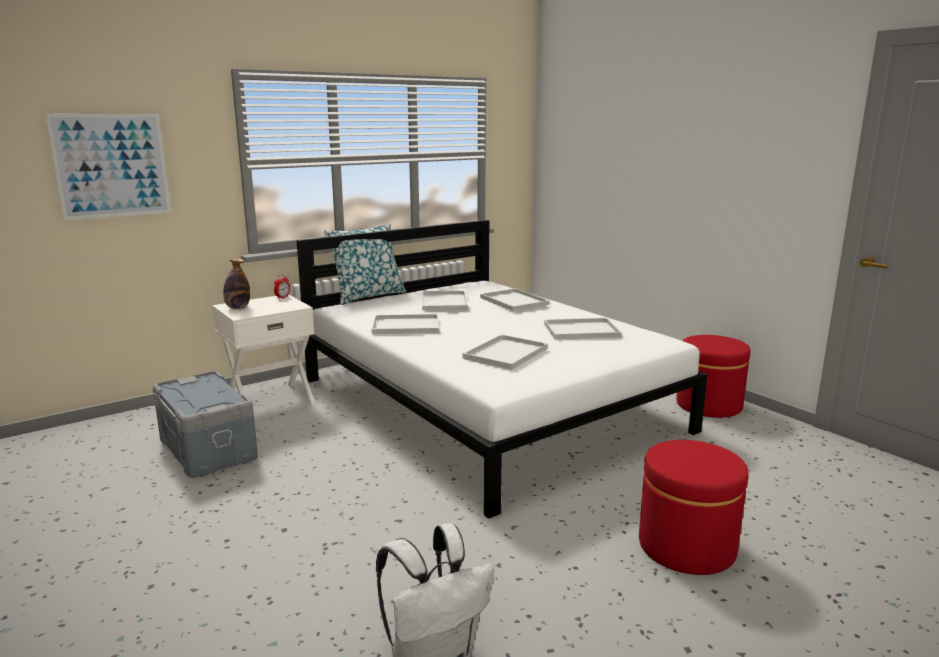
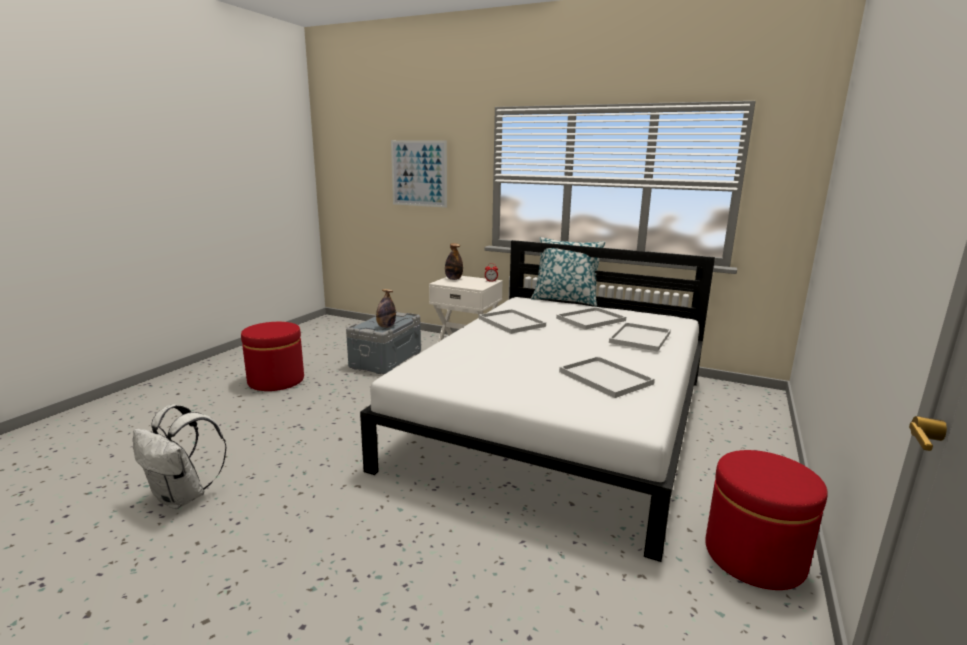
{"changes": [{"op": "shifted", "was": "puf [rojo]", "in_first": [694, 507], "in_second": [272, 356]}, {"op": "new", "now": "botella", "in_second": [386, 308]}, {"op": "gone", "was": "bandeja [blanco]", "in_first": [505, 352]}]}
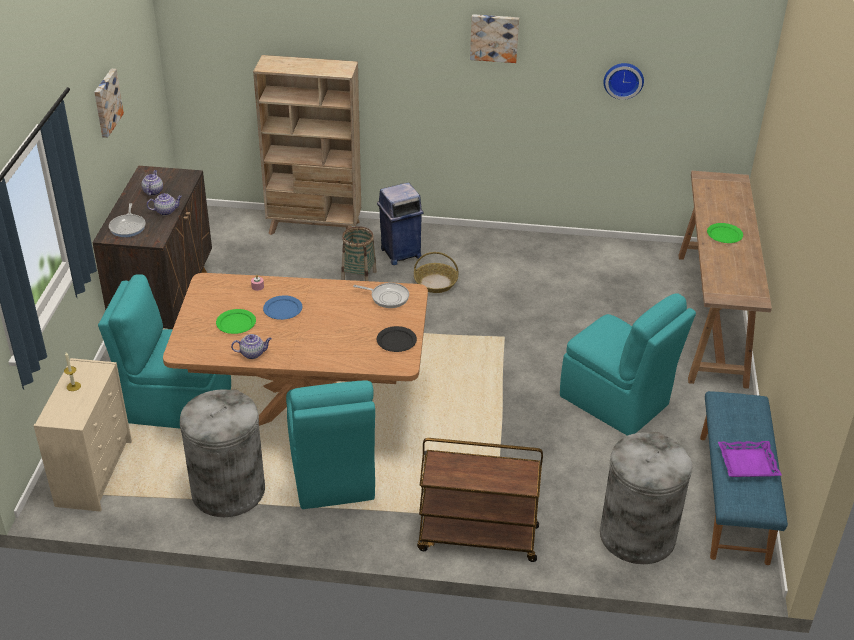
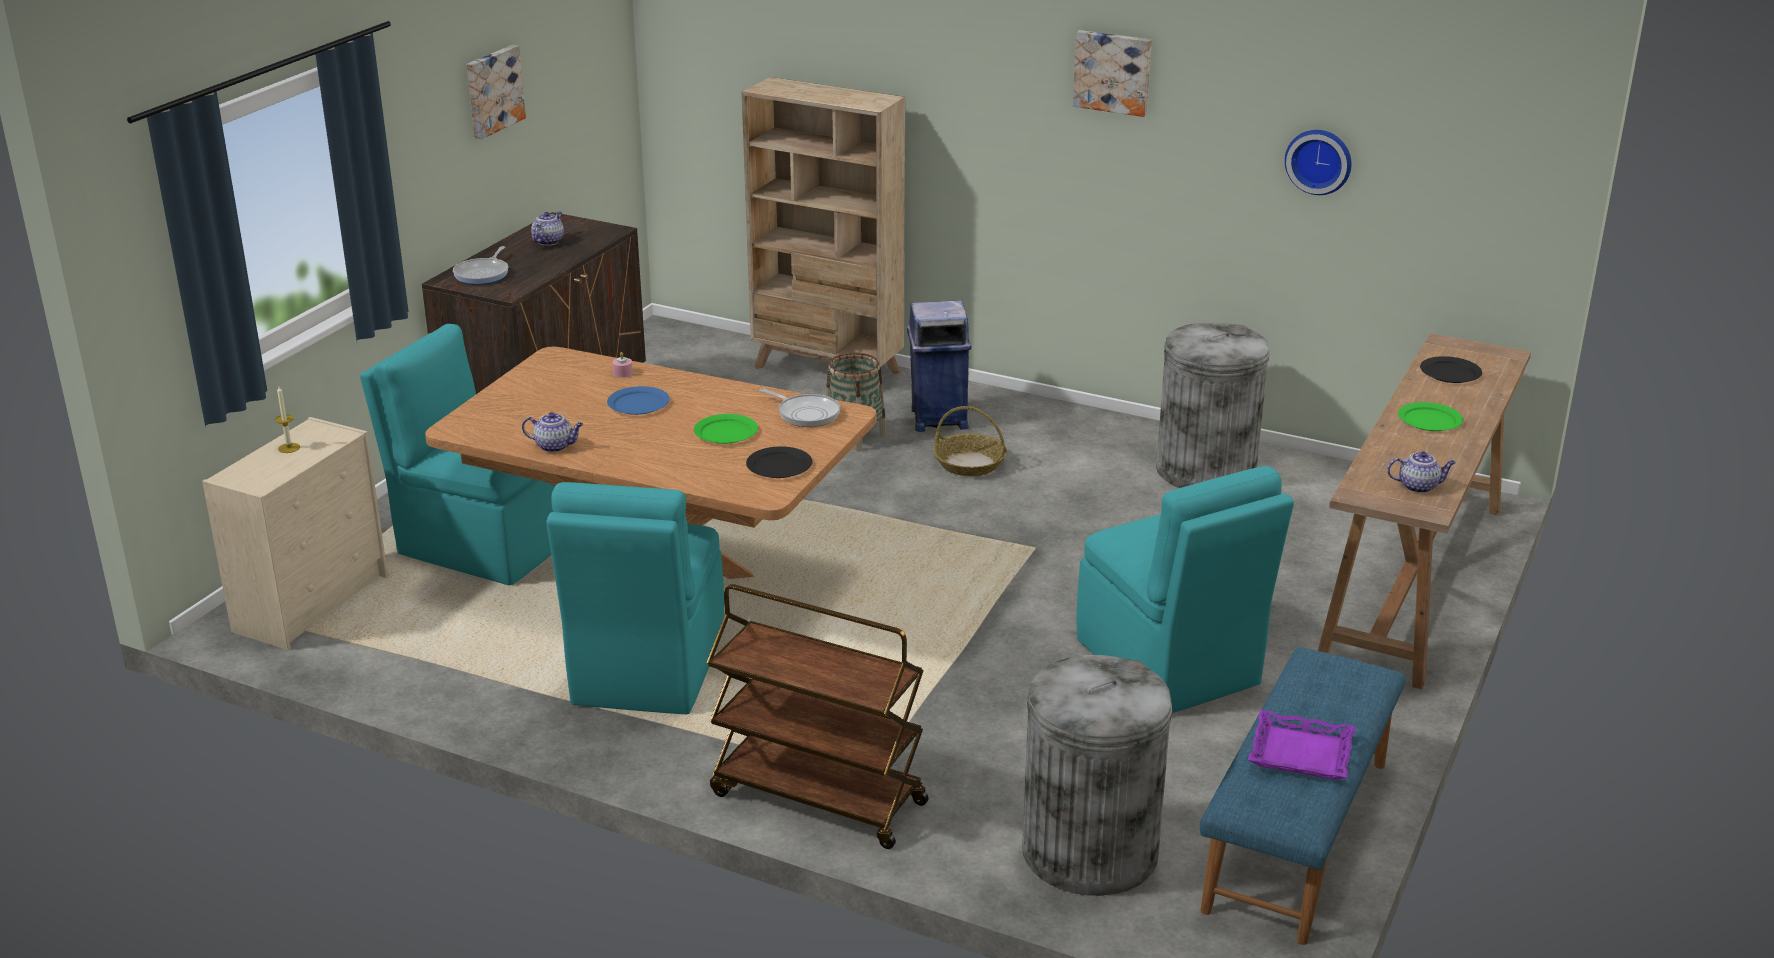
{"changes": [{"op": "shifted", "was": "plato [verde]", "in_first": [236, 321], "in_second": [726, 429]}, {"op": "shifted", "was": "papelera [gris]", "in_first": [222, 453], "in_second": [1213, 405]}, {"op": "shifted", "was": "tetera", "in_first": [164, 204], "in_second": [1421, 472]}, {"op": "new", "now": "plato [negro]", "in_second": [1451, 369]}]}
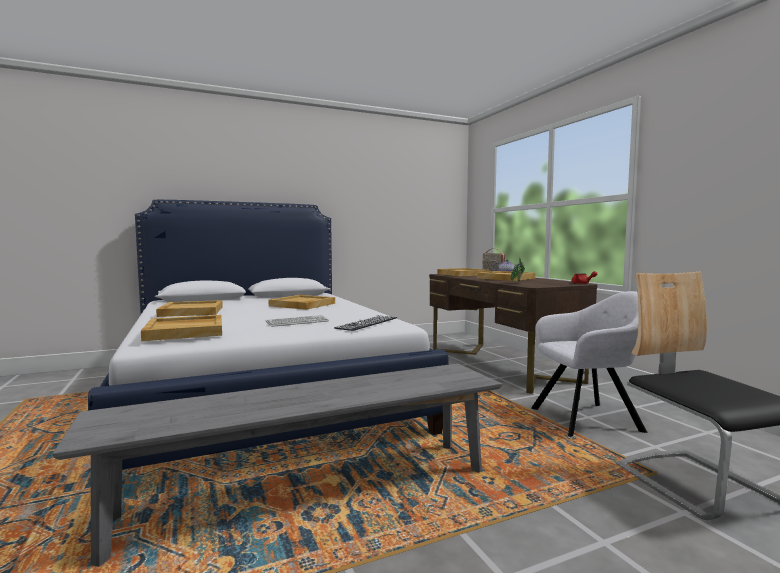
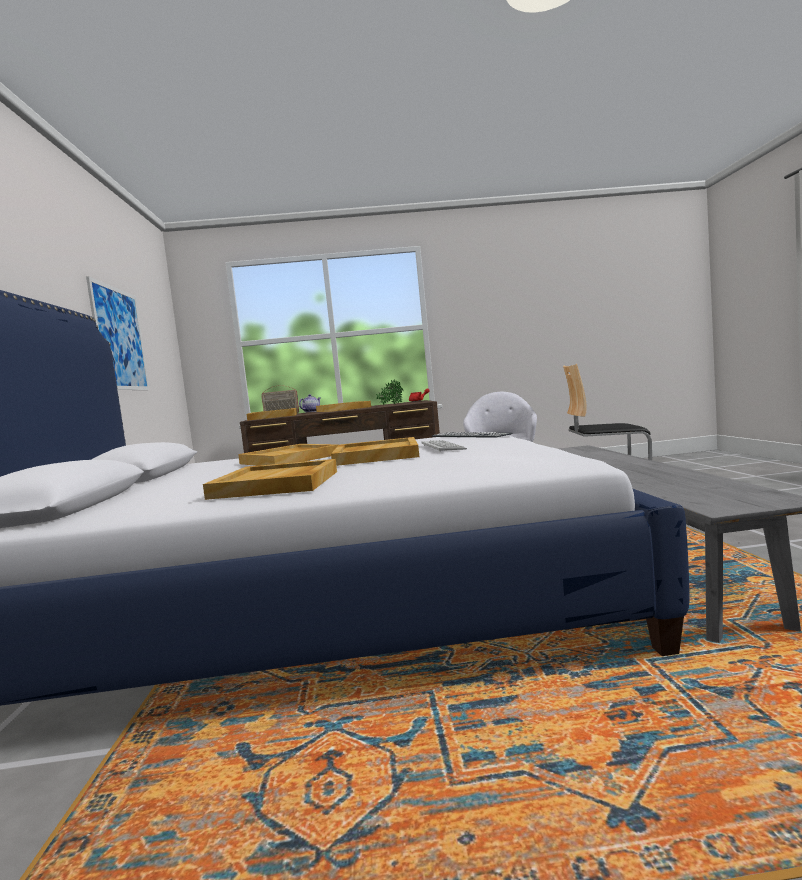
{"changes": [{"op": "new", "now": "cuadro", "in_second": [118, 333]}, {"op": "shifted", "was": "bandeja [beis]", "in_first": [181, 328], "in_second": [375, 451]}]}
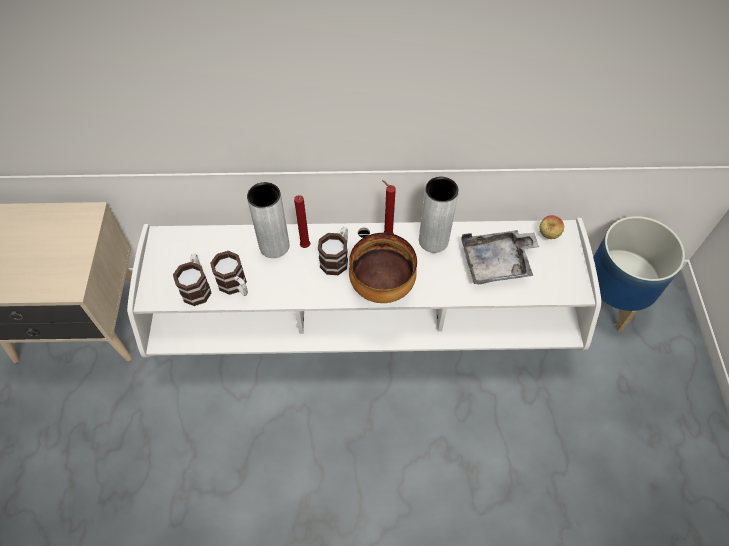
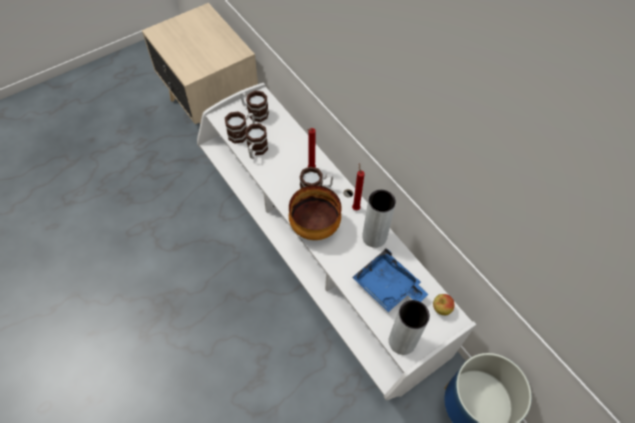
{"changes": [{"op": "new", "now": "taza grande", "in_second": [254, 106]}, {"op": "repainted", "was": "bandeja [gris]", "now": "bandeja [azul]", "in_first": [500, 257], "in_second": [390, 280]}, {"op": "shifted", "was": "florero [gris]", "in_first": [268, 220], "in_second": [409, 327]}]}
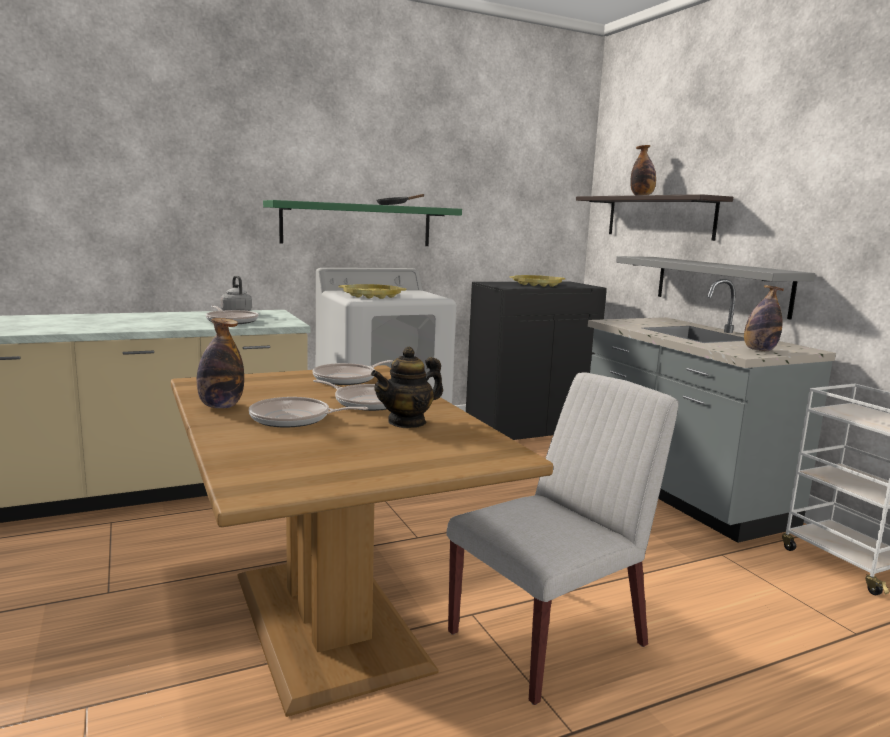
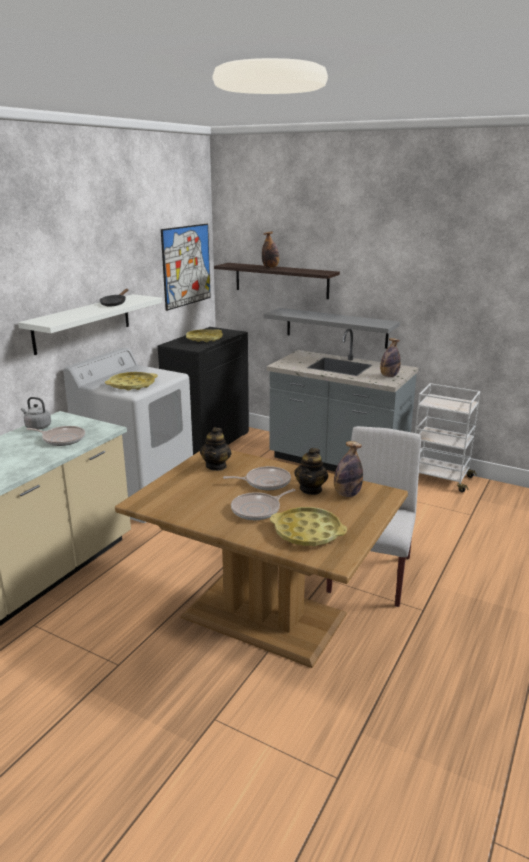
{"changes": [{"op": "repainted", "was": "estante [verde]", "now": "estante [blanco]", "in_first": [362, 223], "in_second": [90, 324]}, {"op": "new", "now": "cuadro", "in_second": [186, 267]}, {"op": "swapped", "was": "sartén", "now": "tetera", "in_first": [352, 372], "in_second": [215, 449]}, {"op": "new", "now": "bandeja [amarillo]", "in_second": [308, 526]}, {"op": "shifted", "was": "botella", "in_first": [220, 363], "in_second": [348, 469]}]}
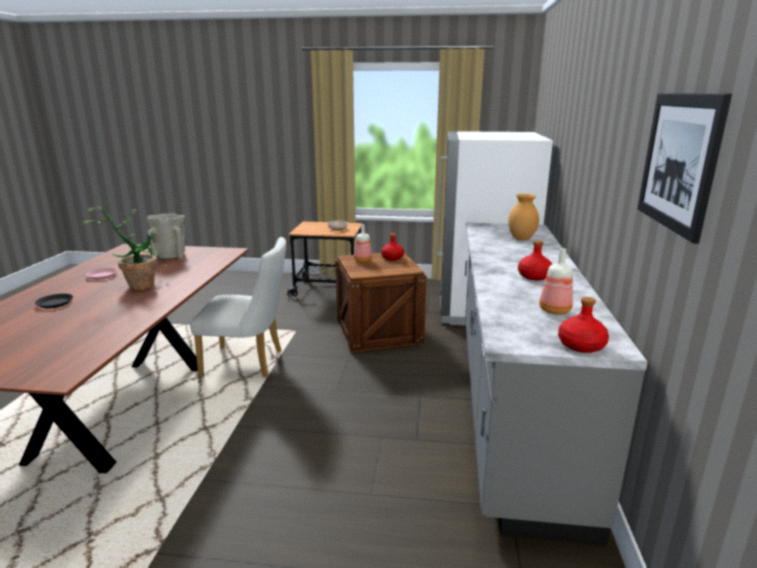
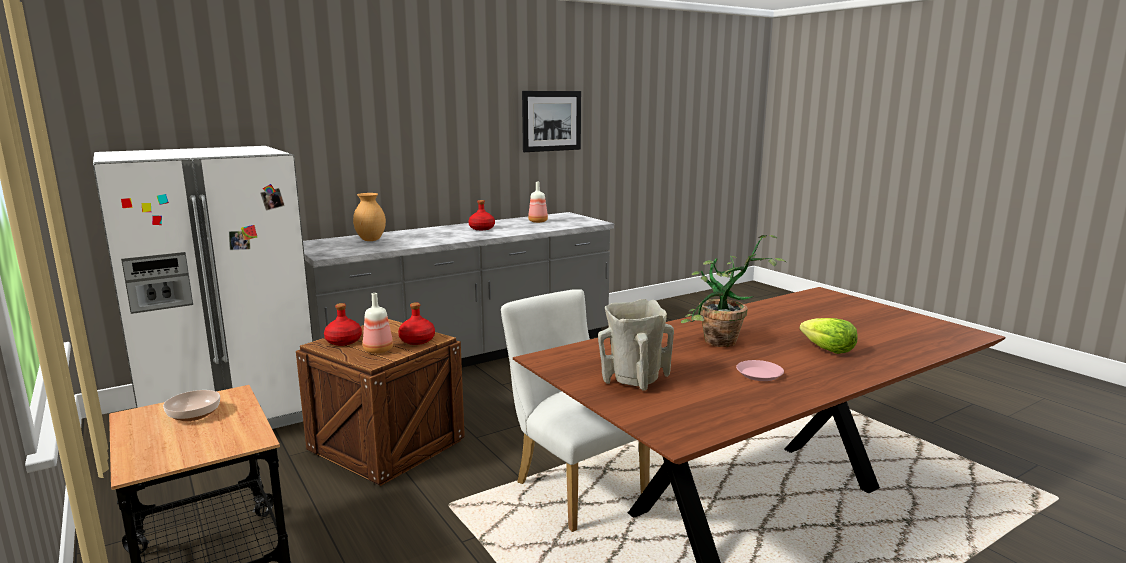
{"changes": [{"op": "shifted", "was": "botella [rojo]", "in_first": [583, 325], "in_second": [416, 323]}, {"op": "swapped", "was": "plato [negro]", "now": "lechuga", "in_first": [54, 301], "in_second": [828, 336]}]}
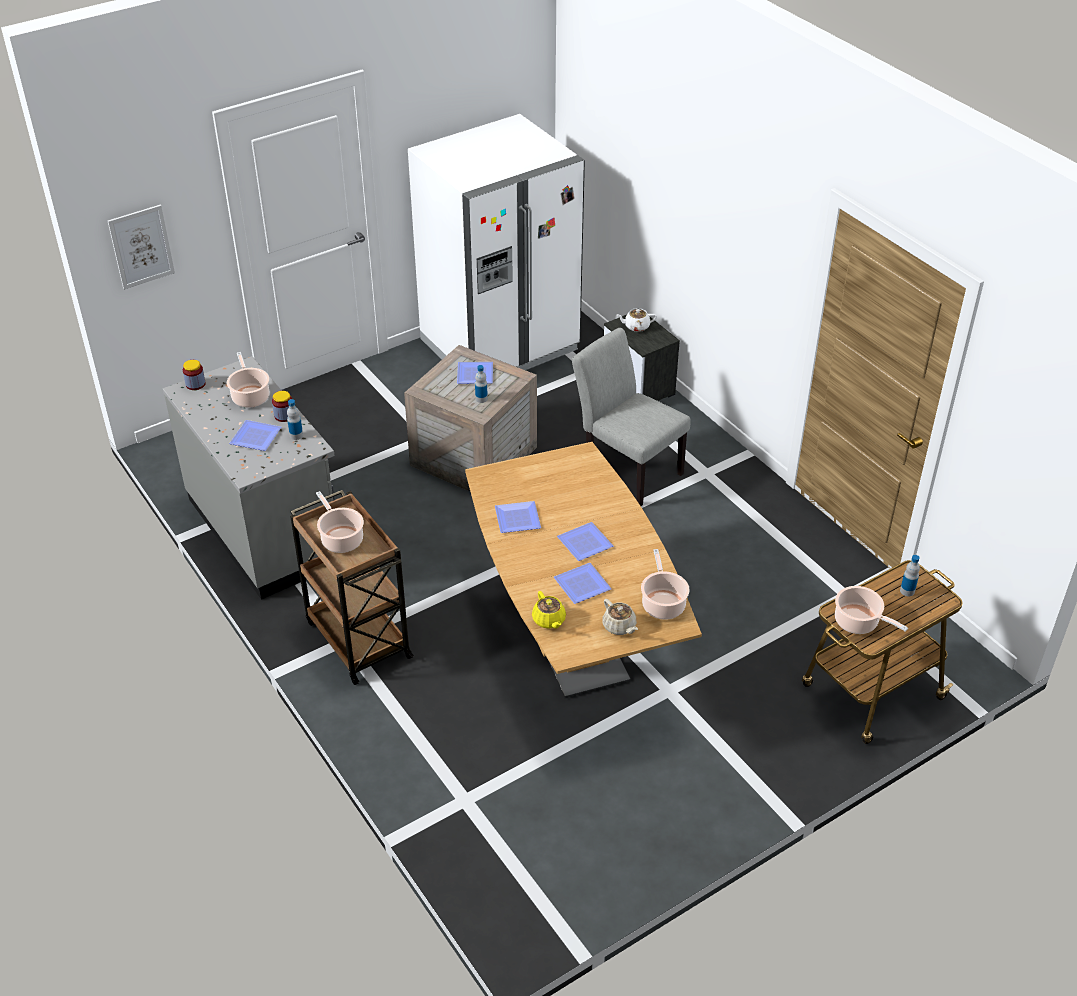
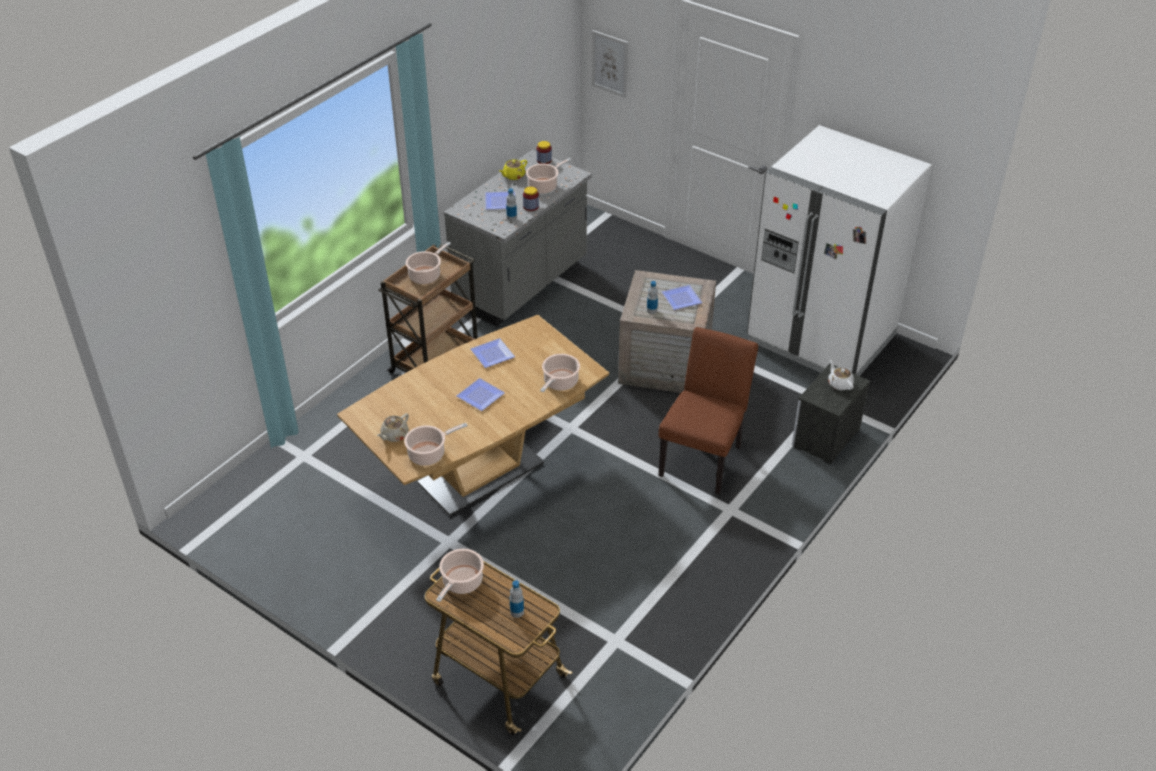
{"changes": [{"op": "shifted", "was": "tetera [amarillo]", "in_first": [549, 610], "in_second": [513, 169]}, {"op": "new", "now": "olla", "in_second": [560, 373]}, {"op": "repainted", "was": "silla [gris]", "now": "silla [marrón]", "in_first": [631, 417], "in_second": [708, 410]}, {"op": "gone", "was": "plato", "in_first": [582, 583]}]}
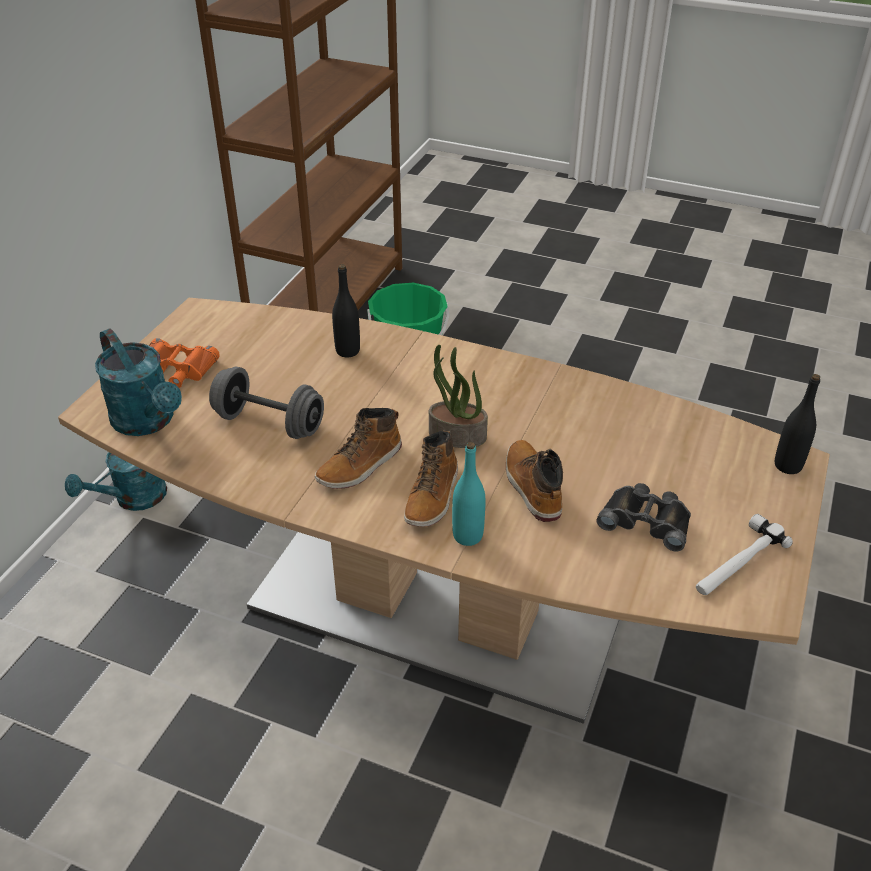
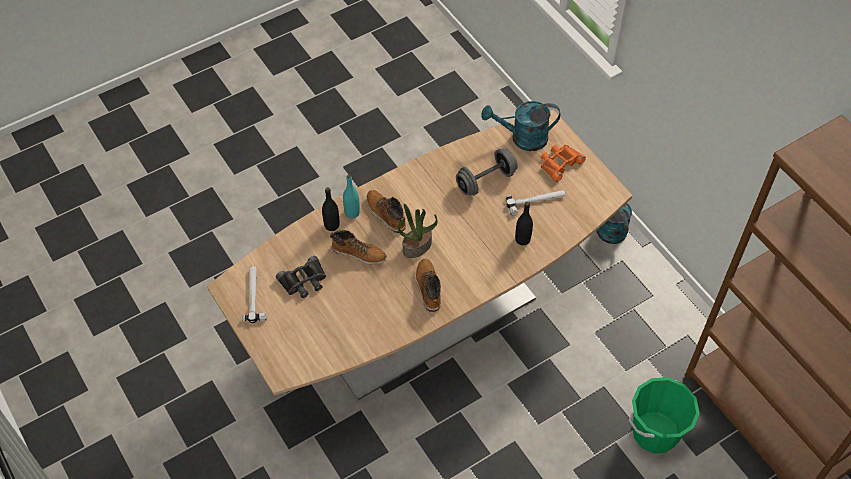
{"changes": [{"op": "shifted", "was": "botella [negro]", "in_first": [797, 424], "in_second": [331, 209]}, {"op": "shifted", "was": "bota", "in_first": [358, 448], "in_second": [428, 285]}, {"op": "new", "now": "martillo", "in_second": [536, 202]}]}
